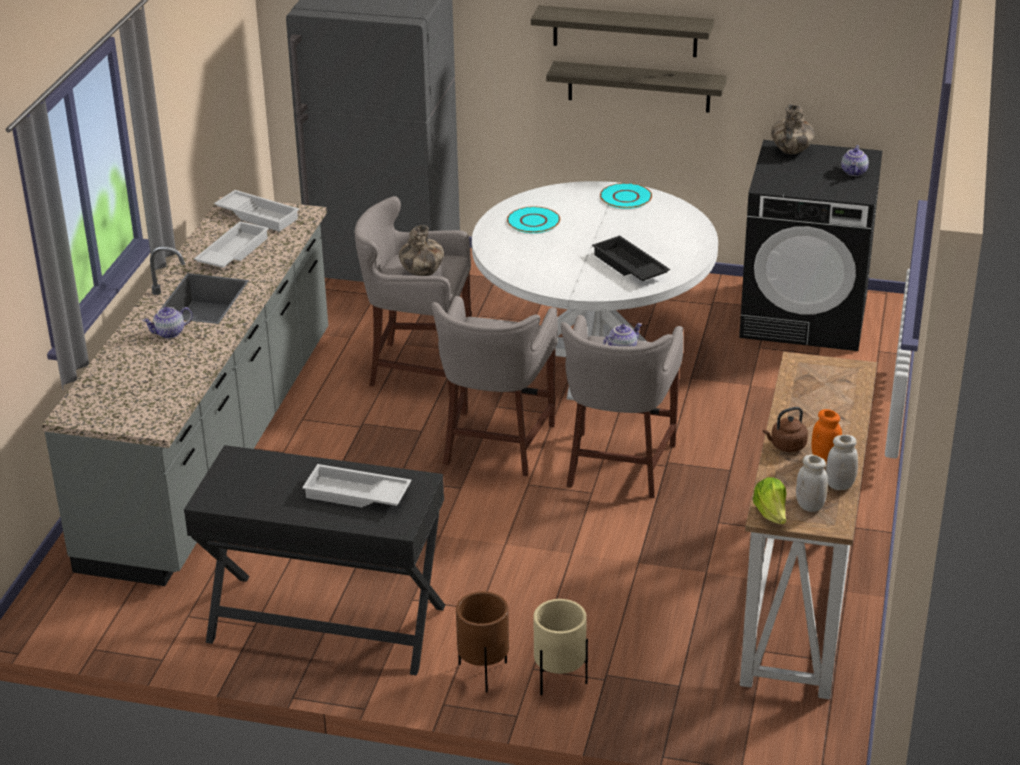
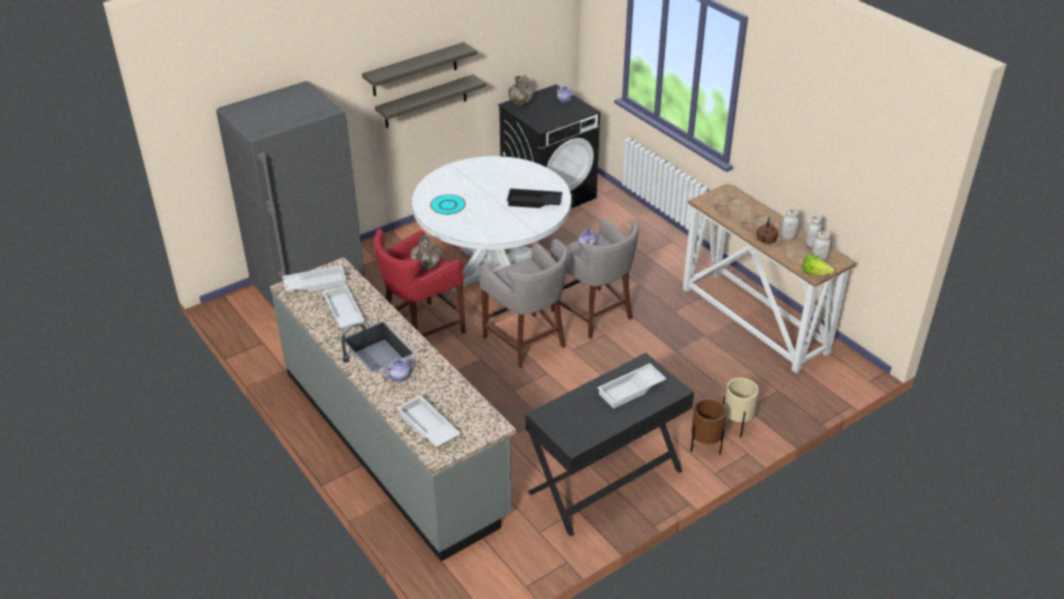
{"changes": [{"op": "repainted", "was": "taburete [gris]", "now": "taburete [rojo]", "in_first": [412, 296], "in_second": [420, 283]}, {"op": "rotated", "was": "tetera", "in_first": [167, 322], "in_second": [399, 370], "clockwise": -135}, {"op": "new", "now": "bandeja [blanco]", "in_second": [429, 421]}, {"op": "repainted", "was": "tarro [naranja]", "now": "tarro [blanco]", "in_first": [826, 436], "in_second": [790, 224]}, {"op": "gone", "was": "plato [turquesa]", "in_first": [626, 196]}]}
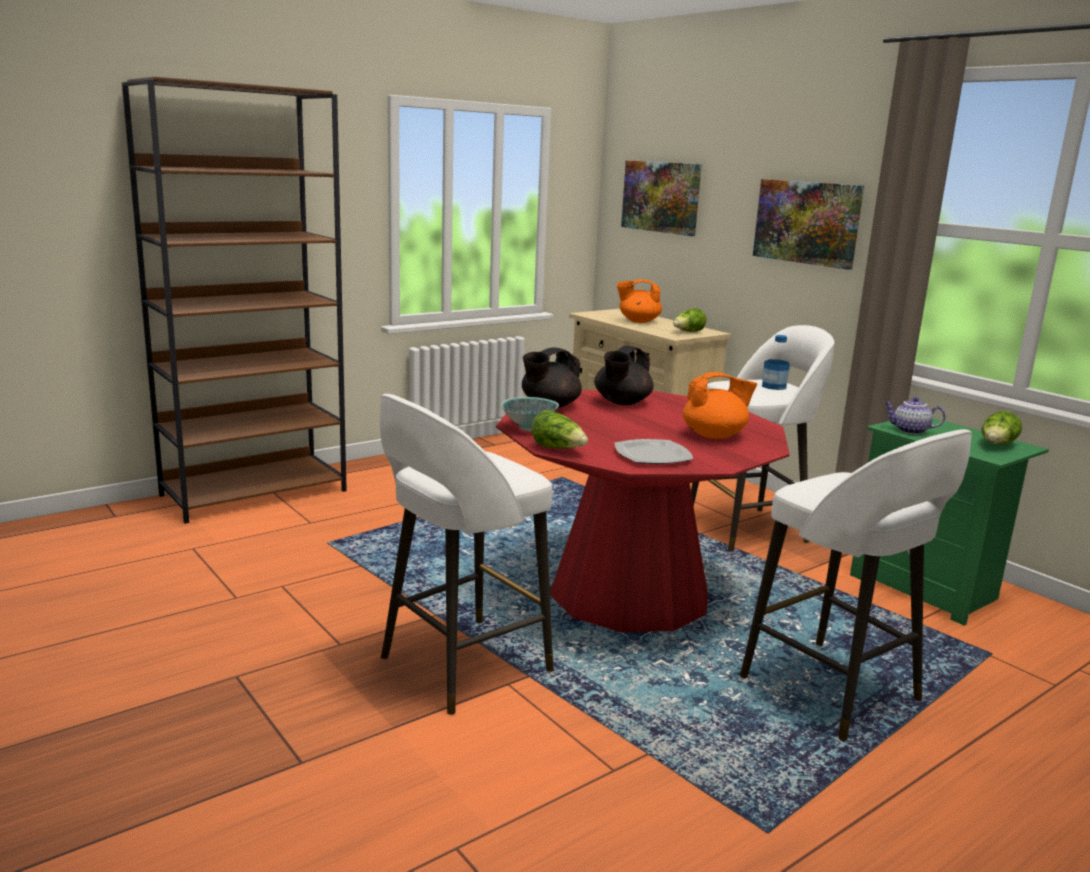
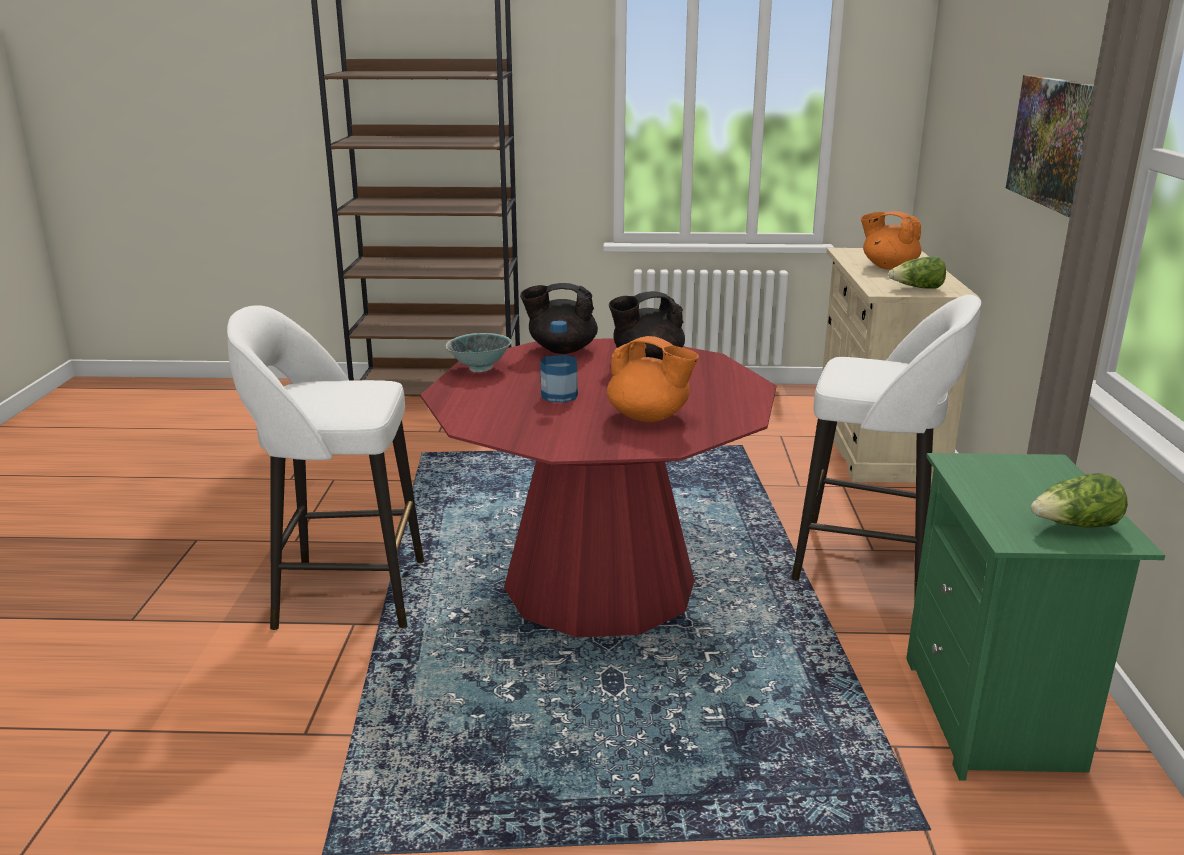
{"changes": [{"op": "shifted", "was": "botella", "in_first": [776, 362], "in_second": [559, 362]}, {"op": "gone", "was": "lechuga", "in_first": [559, 429]}, {"op": "gone", "was": "plato", "in_first": [654, 451]}, {"op": "gone", "was": "cuadro", "in_first": [661, 198]}, {"op": "gone", "was": "taburete [blanco]", "in_first": [856, 585]}, {"op": "gone", "was": "tetera", "in_first": [915, 415]}]}
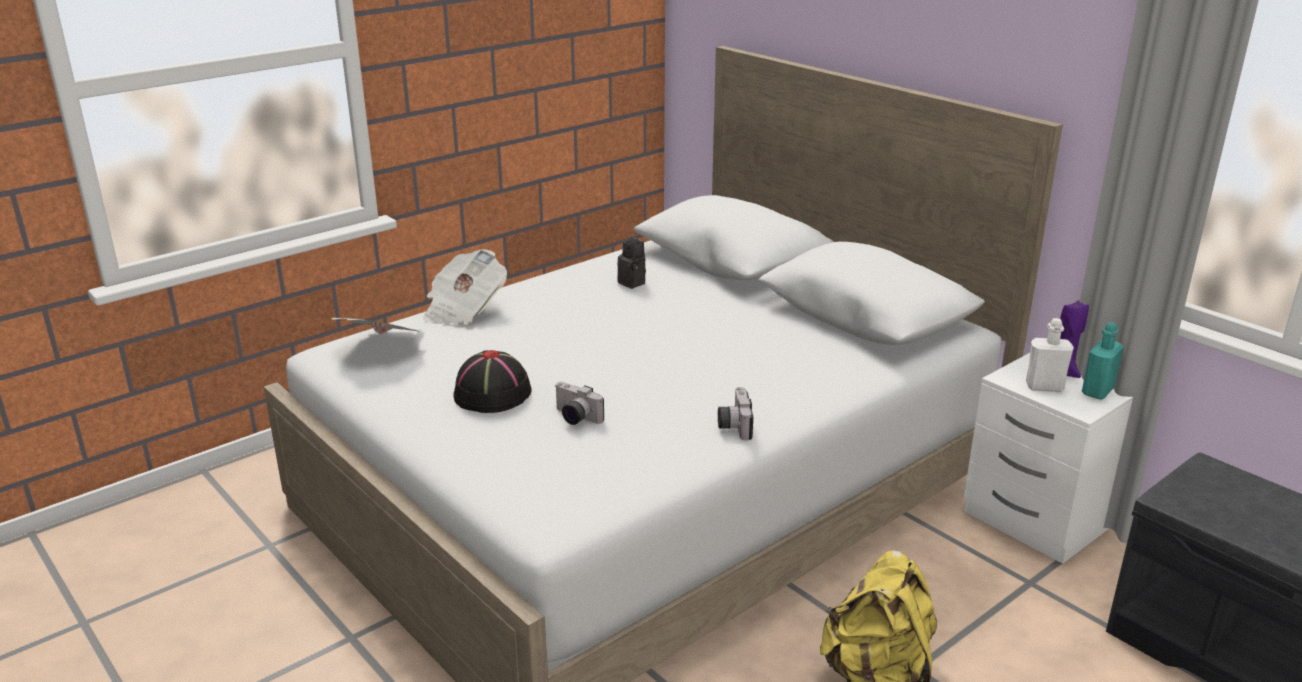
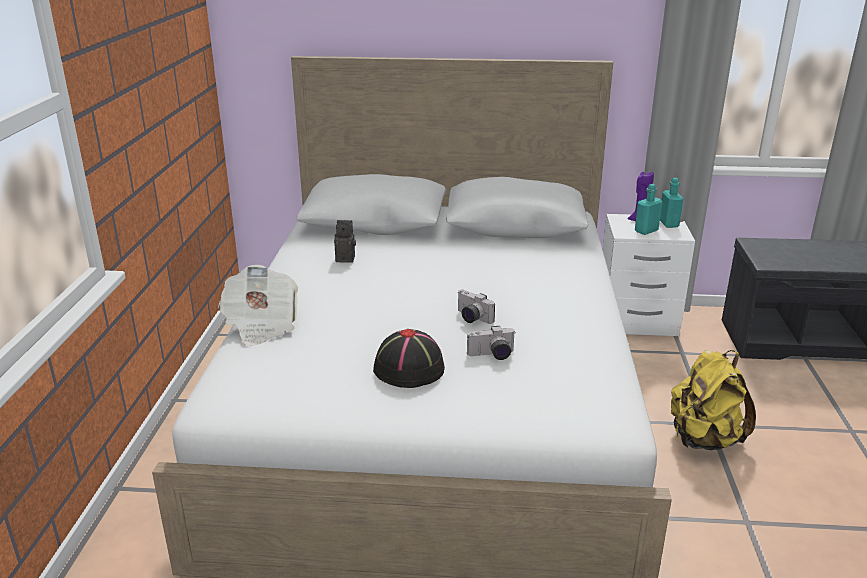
{"changes": [{"op": "shifted", "was": "cámara", "in_first": [735, 413], "in_second": [476, 307]}, {"op": "repainted", "was": "botella [blanco]", "now": "botella [turquesa]", "in_first": [1050, 355], "in_second": [648, 209]}, {"op": "gone", "was": "periódico", "in_first": [377, 326]}]}
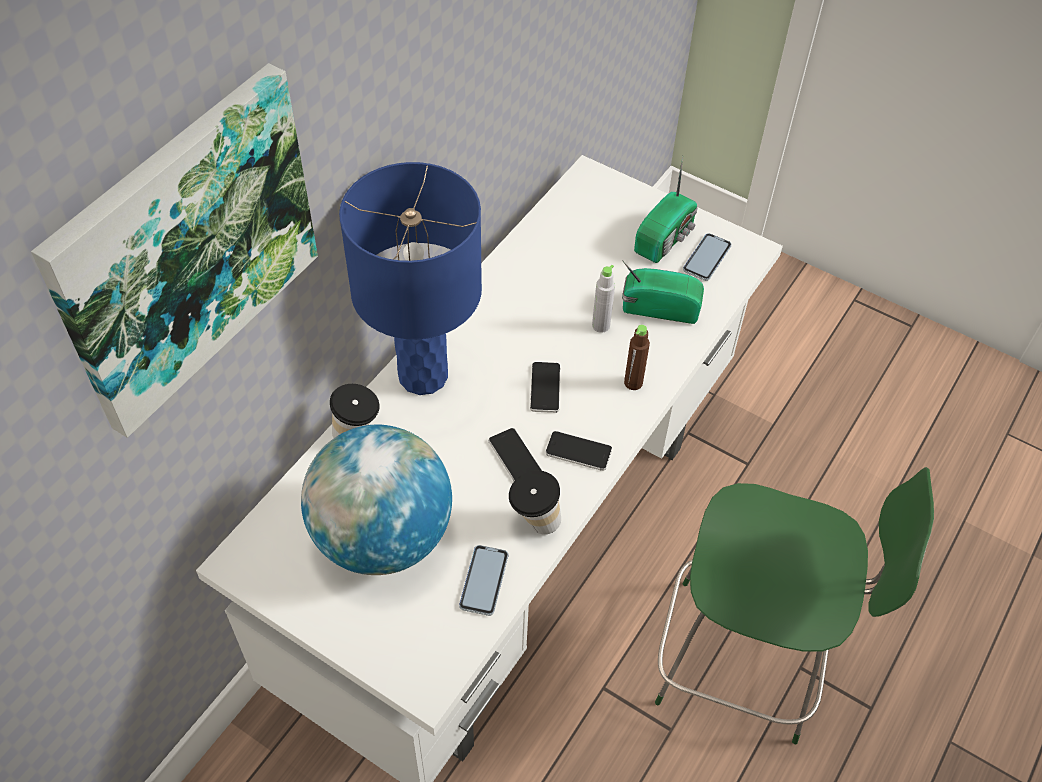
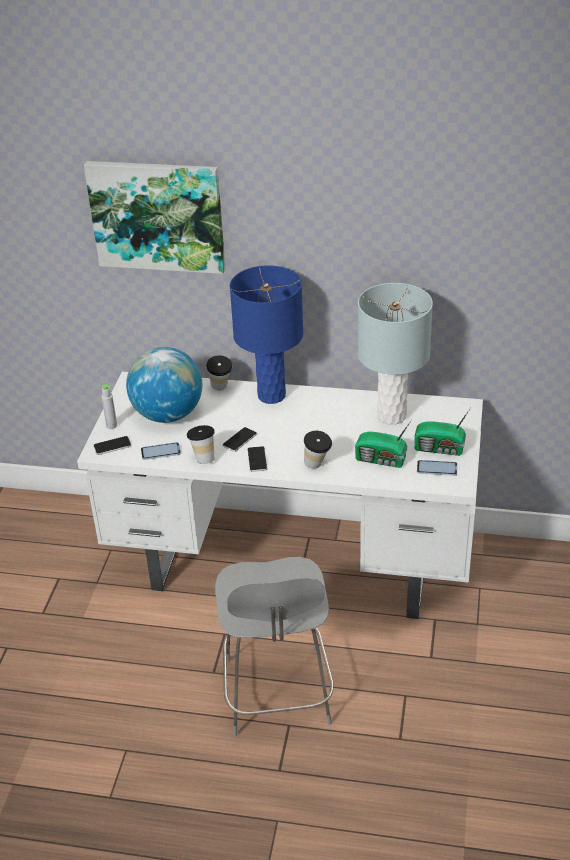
{"changes": [{"op": "shifted", "was": "móvil", "in_first": [545, 387], "in_second": [112, 445]}, {"op": "shifted", "was": "botella [gris]", "in_first": [603, 299], "in_second": [109, 406]}, {"op": "repainted", "was": "silla [verde]", "now": "silla [gris]", "in_first": [794, 605], "in_second": [274, 646]}, {"op": "swapped", "was": "botella [marrón]", "now": "taza", "in_first": [637, 357], "in_second": [318, 450]}, {"op": "rotated", "was": "radio", "in_first": [663, 292], "in_second": [383, 444], "clockwise": 120}, {"op": "new", "now": "lámpara de mesa [gris]", "in_second": [395, 354]}]}
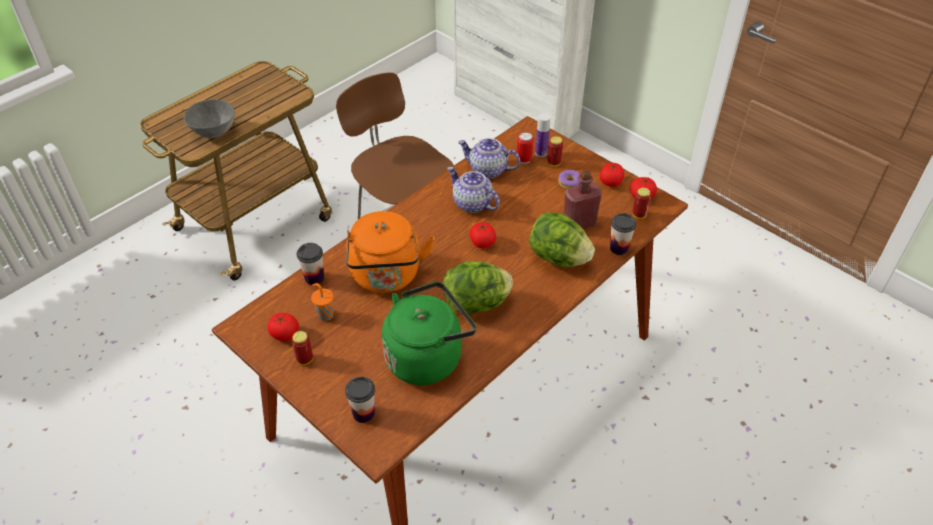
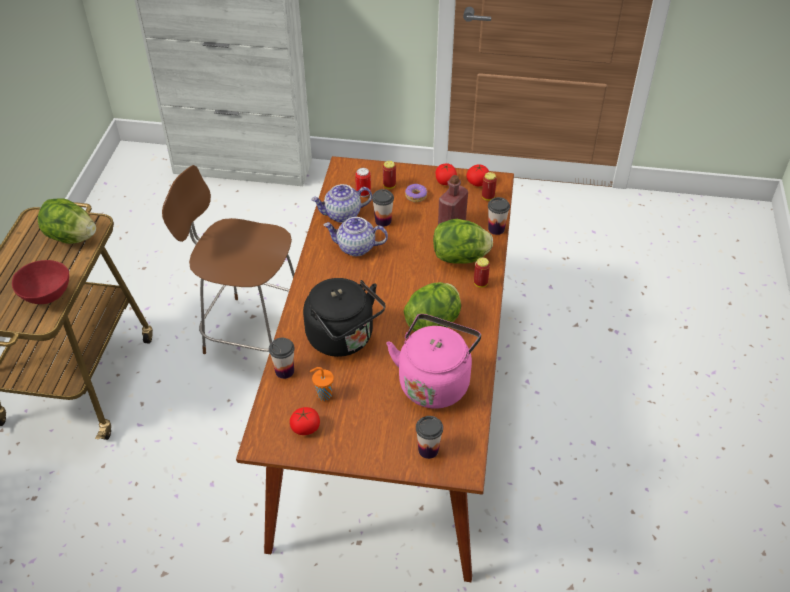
{"changes": [{"op": "repainted", "was": "cuenco [gris]", "now": "cuenco [rojo]", "in_first": [209, 118], "in_second": [40, 282]}, {"op": "new", "now": "lechuga", "in_second": [67, 221]}, {"op": "repainted", "was": "hervidor [naranja]", "now": "hervidor [negro]", "in_first": [390, 252], "in_second": [344, 317]}, {"op": "new", "now": "taza", "in_second": [383, 208]}, {"op": "repainted", "was": "hervidor [verde]", "now": "hervidor [rosa]", "in_first": [429, 333], "in_second": [433, 361]}, {"op": "shifted", "was": "lata", "in_first": [302, 348], "in_second": [482, 273]}, {"op": "gone", "was": "tomate", "in_first": [483, 235]}, {"op": "gone", "was": "botella", "in_first": [542, 135]}]}
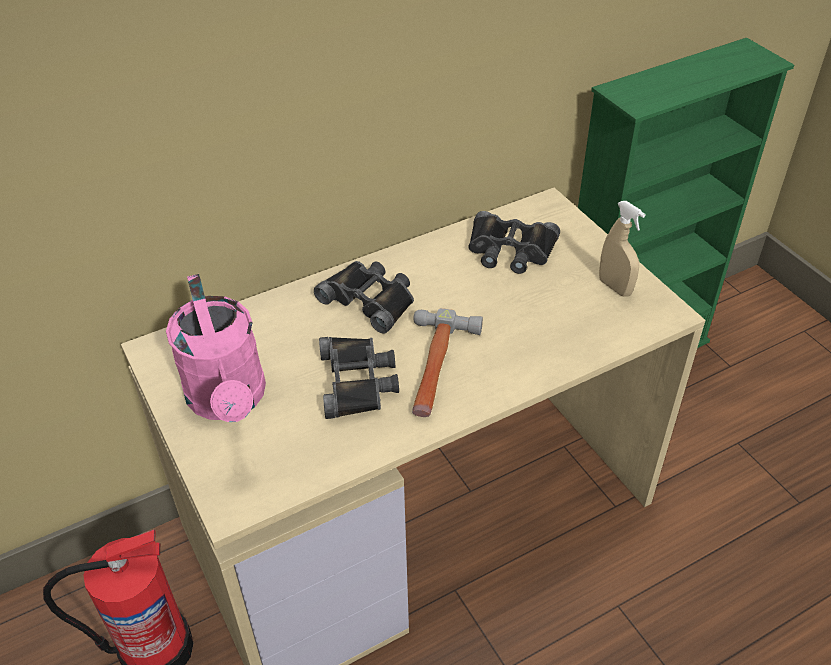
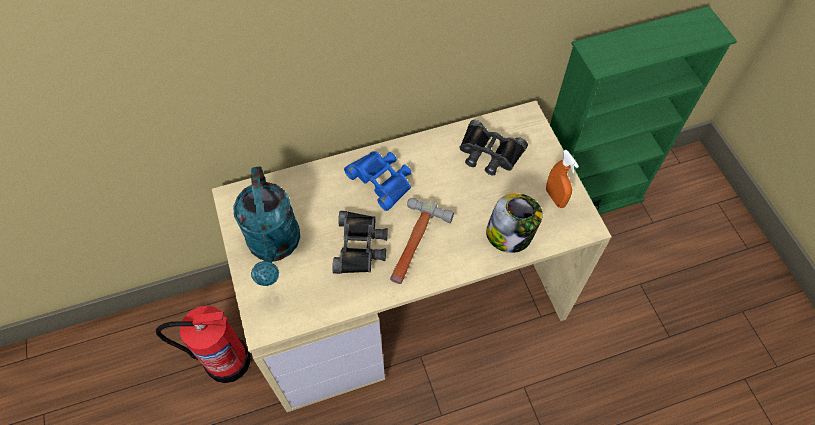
{"changes": [{"op": "repainted", "was": "regadera [rosa]", "now": "regadera [turquesa]", "in_first": [216, 348], "in_second": [266, 226]}, {"op": "repainted", "was": "prismáticos [negro]", "now": "prismáticos [azul]", "in_first": [364, 297], "in_second": [377, 181]}, {"op": "new", "now": "tarro", "in_second": [514, 223]}, {"op": "repainted", "was": "pulverizador [beis]", "now": "pulverizador [naranja]", "in_first": [622, 249], "in_second": [562, 179]}]}
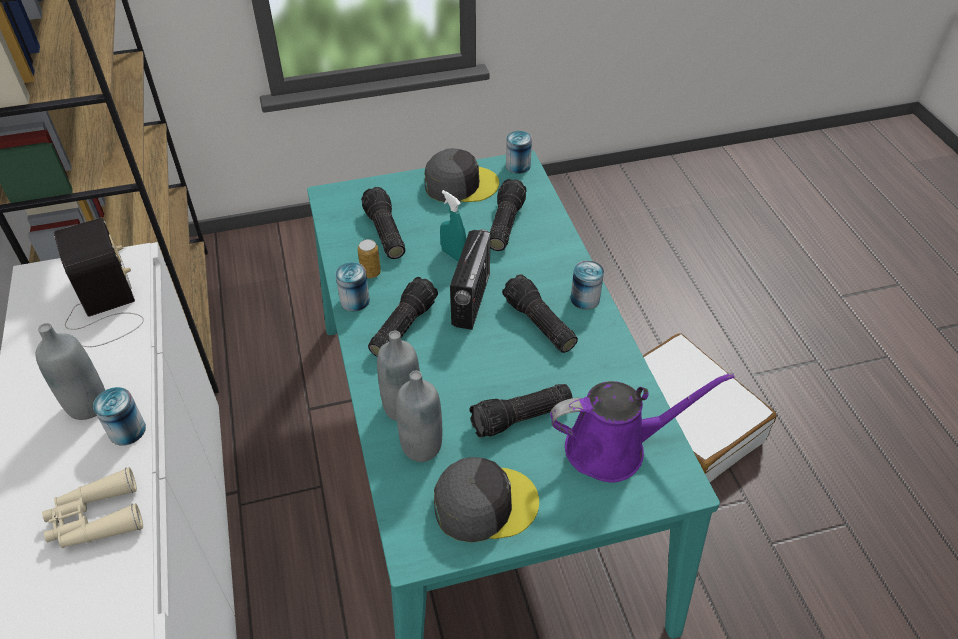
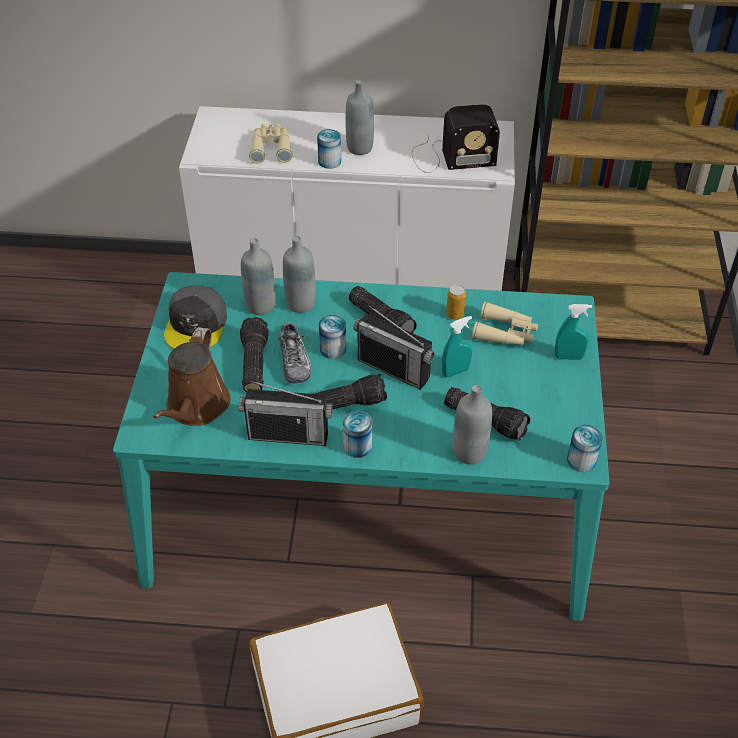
{"changes": [{"op": "repainted", "was": "regadera [morado]", "now": "regadera [marrón]", "in_first": [642, 427], "in_second": [191, 376]}, {"op": "new", "now": "radio", "in_second": [286, 413]}, {"op": "new", "now": "zapato", "in_second": [293, 351]}, {"op": "shifted", "was": "lata", "in_first": [353, 287], "in_second": [332, 337]}, {"op": "new", "now": "botella [gris]", "in_second": [472, 425]}, {"op": "swapped", "was": "linterna", "now": "prismáticos [beis]", "in_first": [383, 223], "in_second": [505, 324]}, {"op": "new", "now": "pulverizador [turquesa]", "in_second": [573, 332]}, {"op": "gone", "was": "gorra [gris]", "in_first": [461, 175]}]}
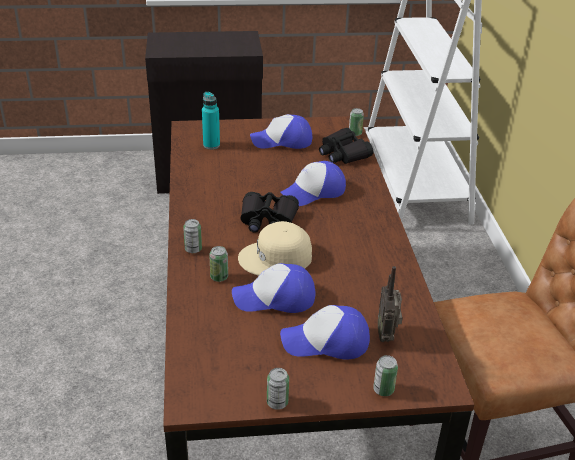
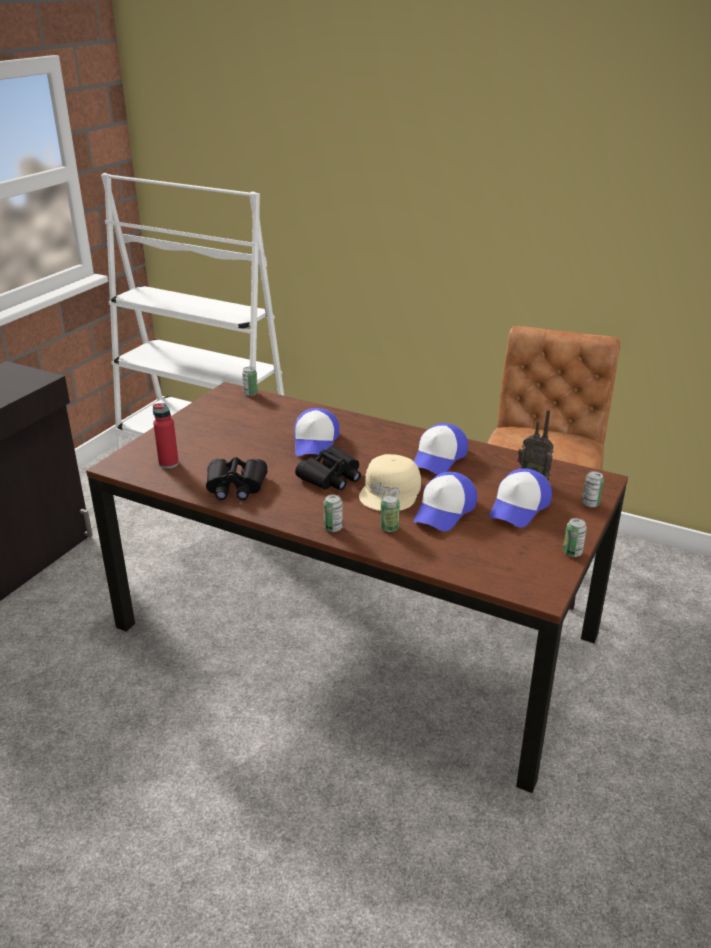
{"changes": [{"op": "repainted", "was": "botella [turquesa]", "now": "botella [rojo]", "in_first": [211, 120], "in_second": [166, 436]}, {"op": "shifted", "was": "prismáticos [negro]", "in_first": [346, 146], "in_second": [237, 478]}, {"op": "shifted", "was": "gorra", "in_first": [281, 131], "in_second": [441, 449]}]}
